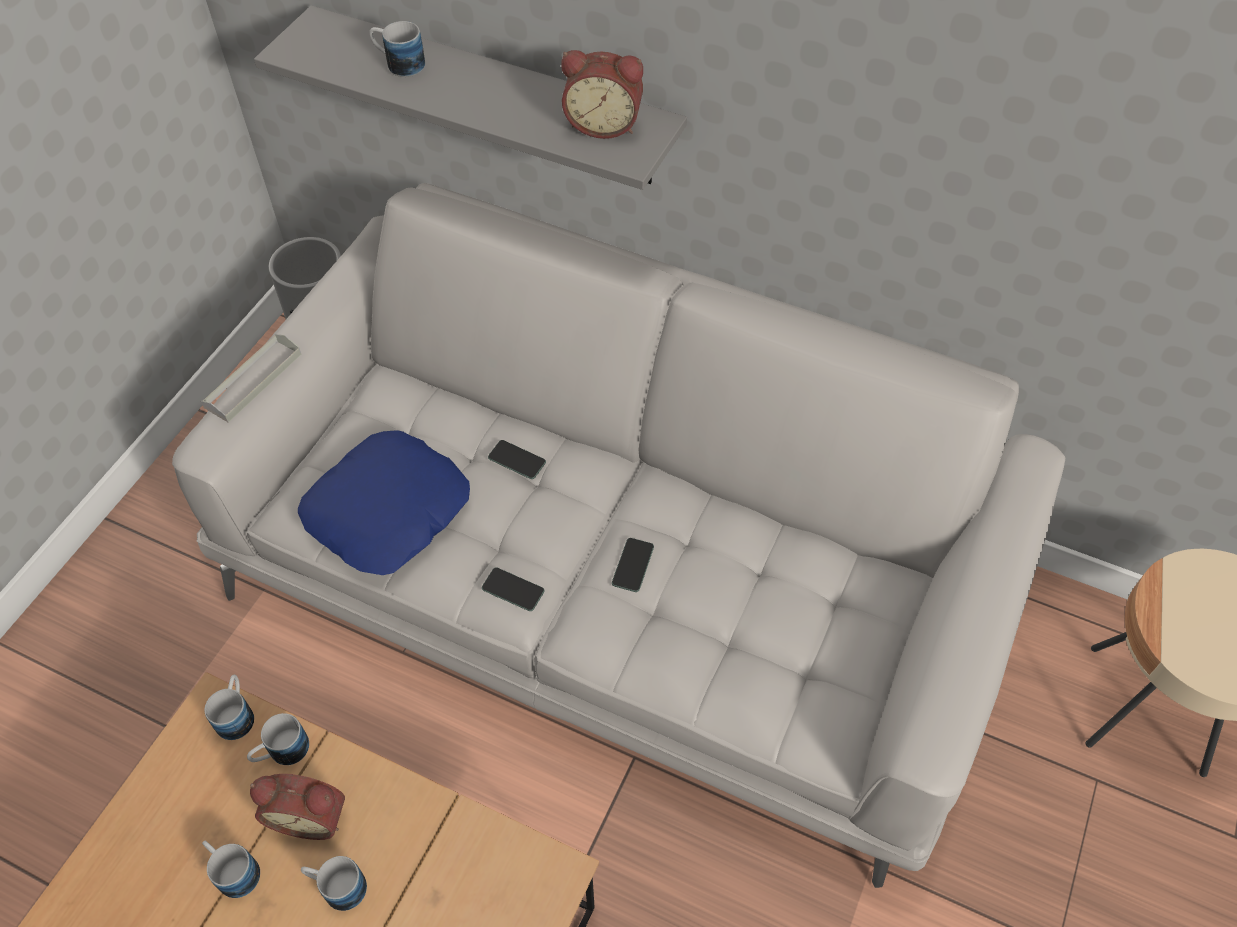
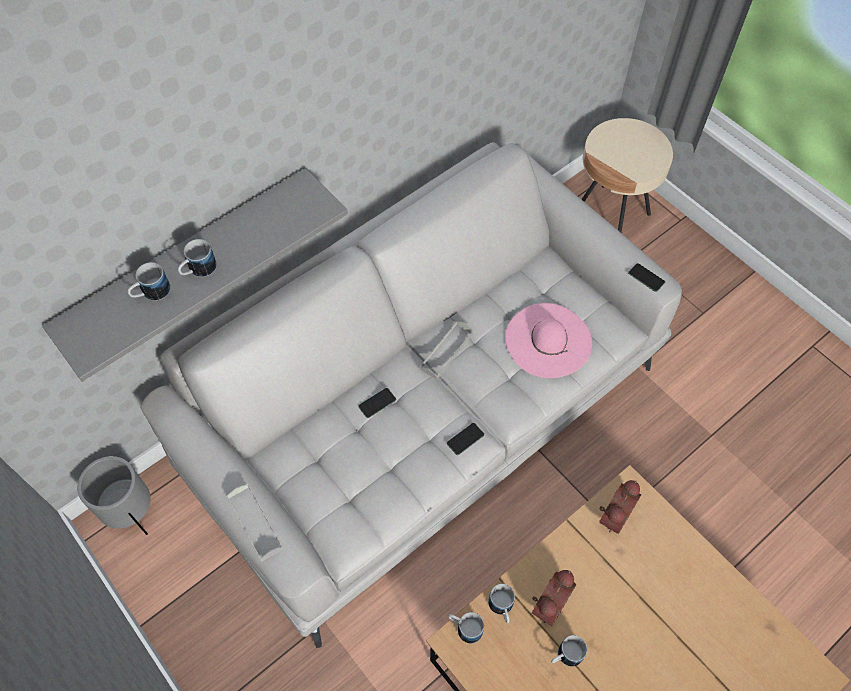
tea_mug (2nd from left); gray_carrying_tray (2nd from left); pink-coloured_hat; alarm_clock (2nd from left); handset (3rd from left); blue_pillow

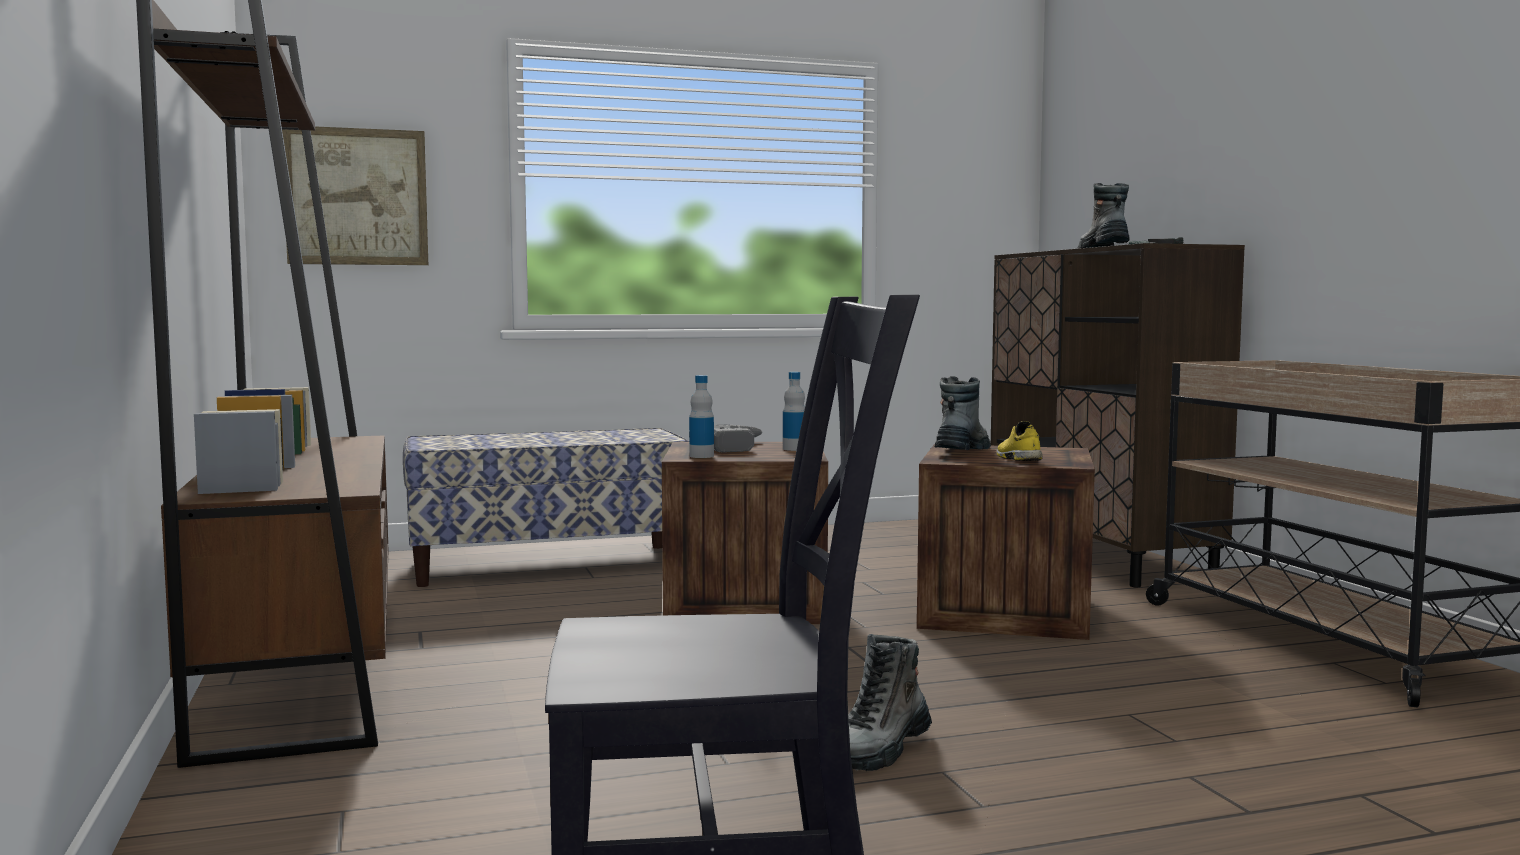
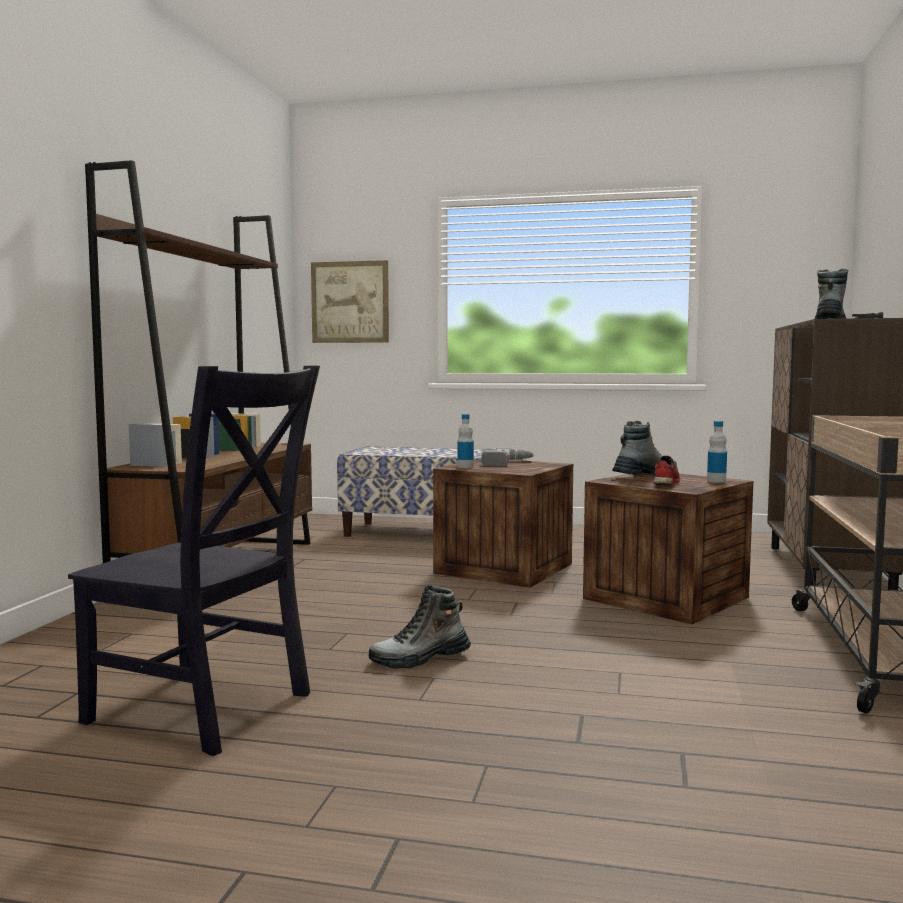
red_item_of_footwear; bottle (2nd from left)

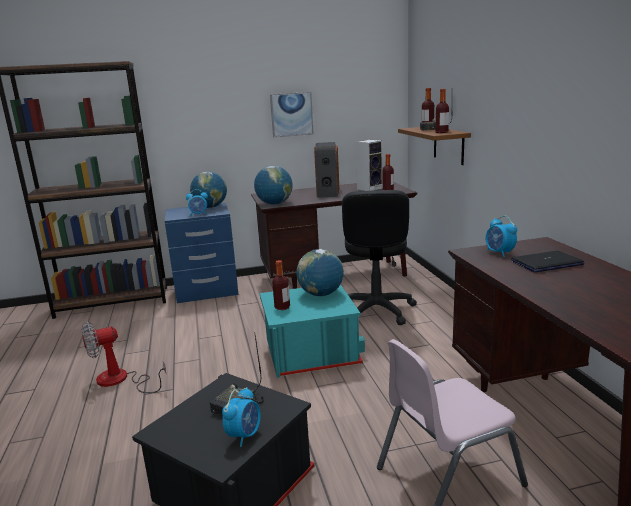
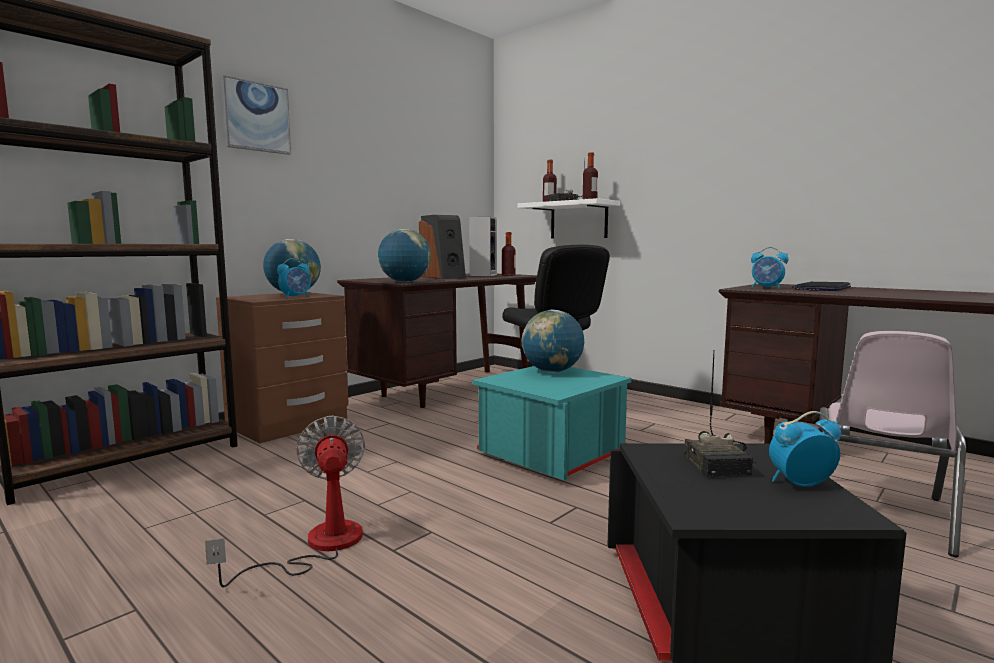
electric_fan; brown-coloured_nightstand; picture; white_wall_shelf; alarm_clock (3rd from left); bottle (1st from left in the first image)

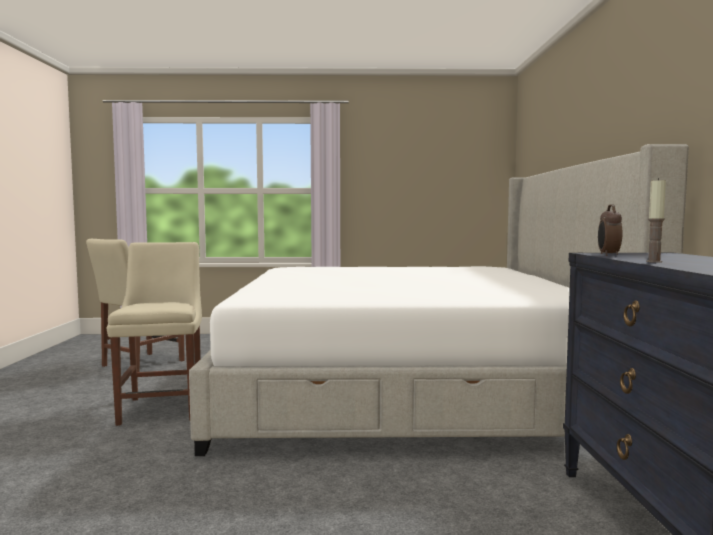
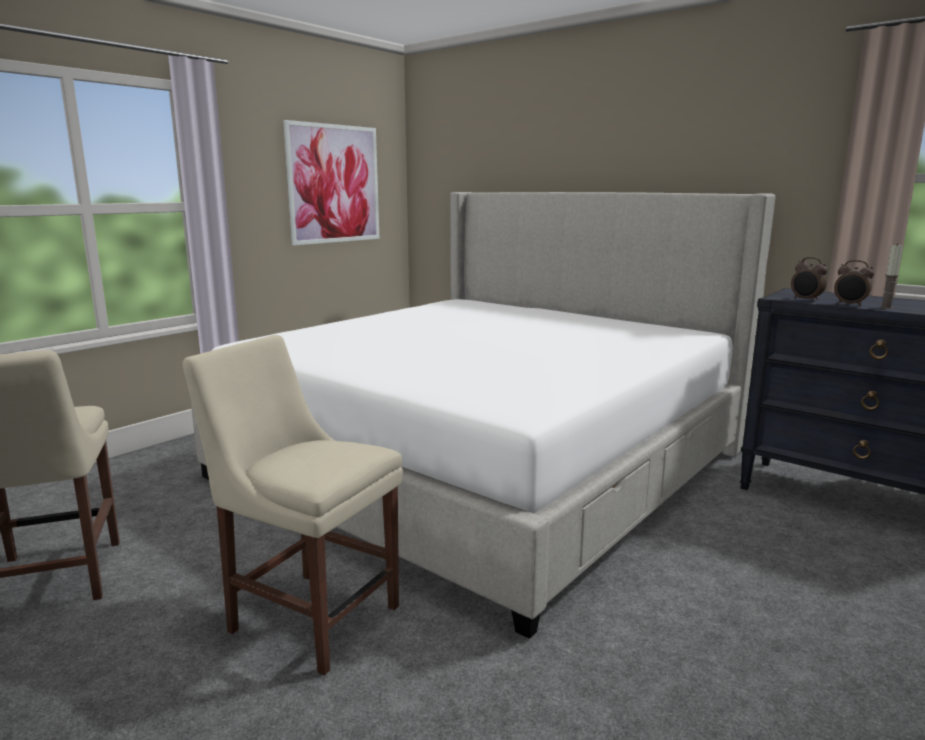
picture; alarm_clock (2nd from left)

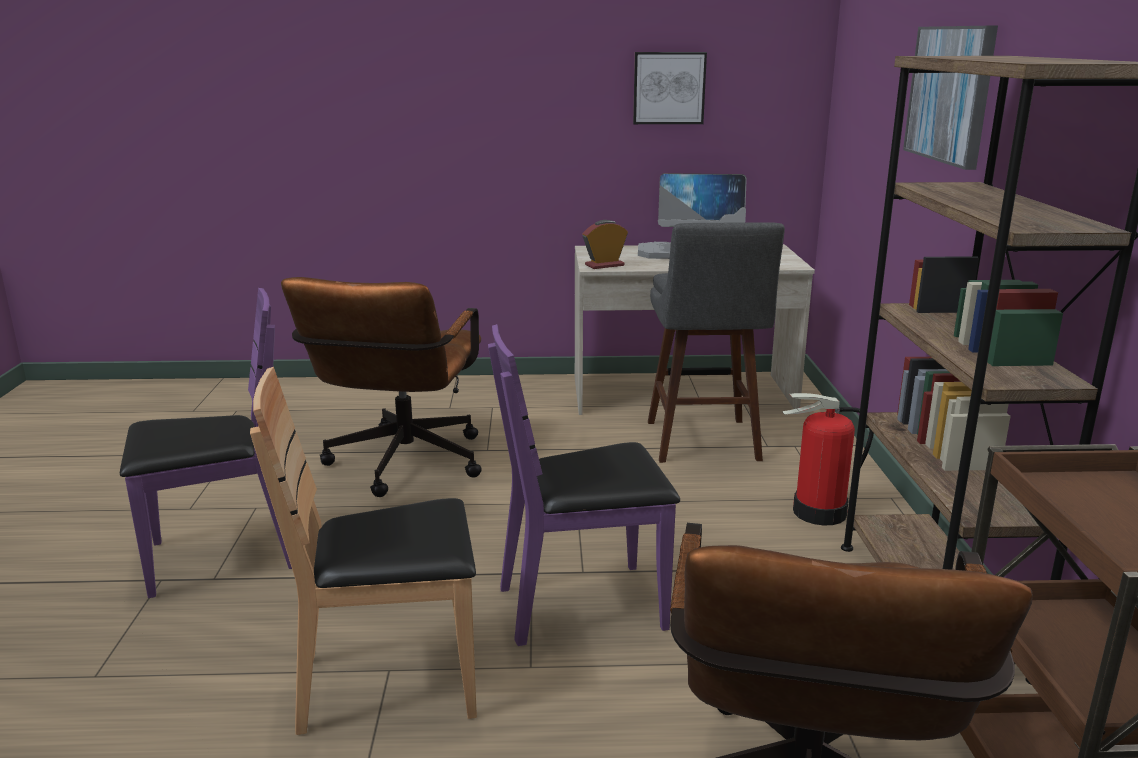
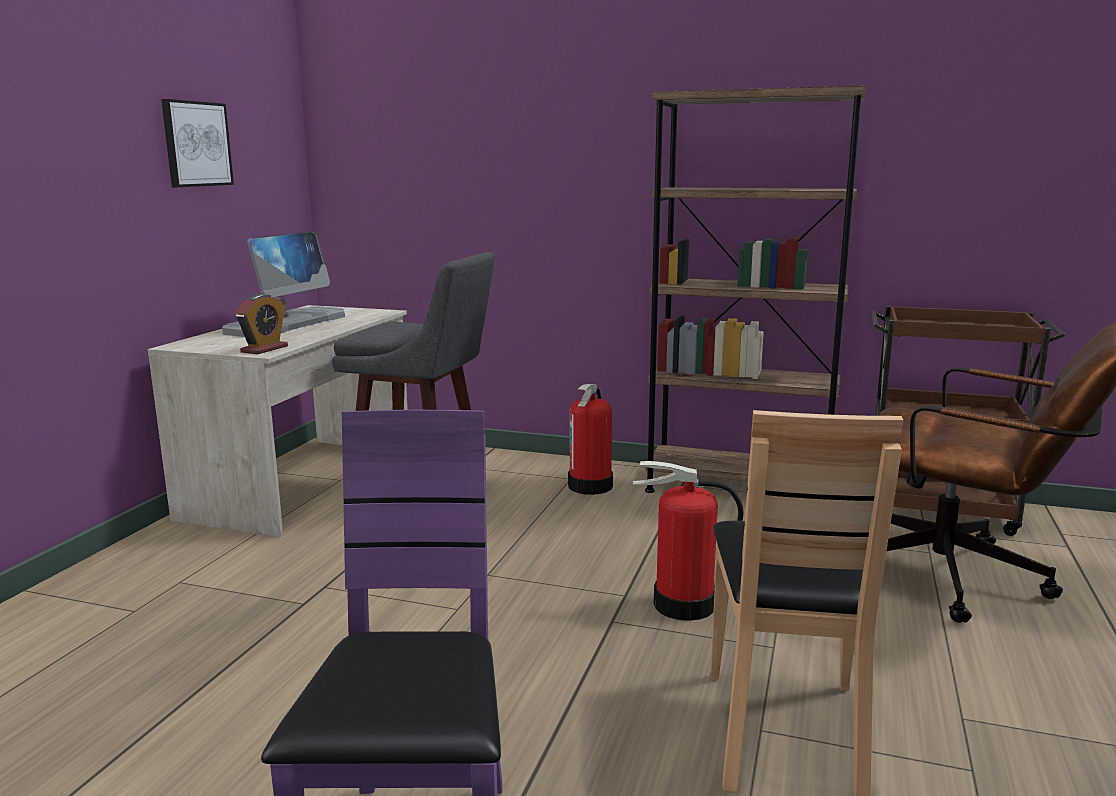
alarm_clock; fire_extinguisher (2nd from left); brown-coloured_computer_chair (1st from left in the first image); picture (2nd from left in the first image)

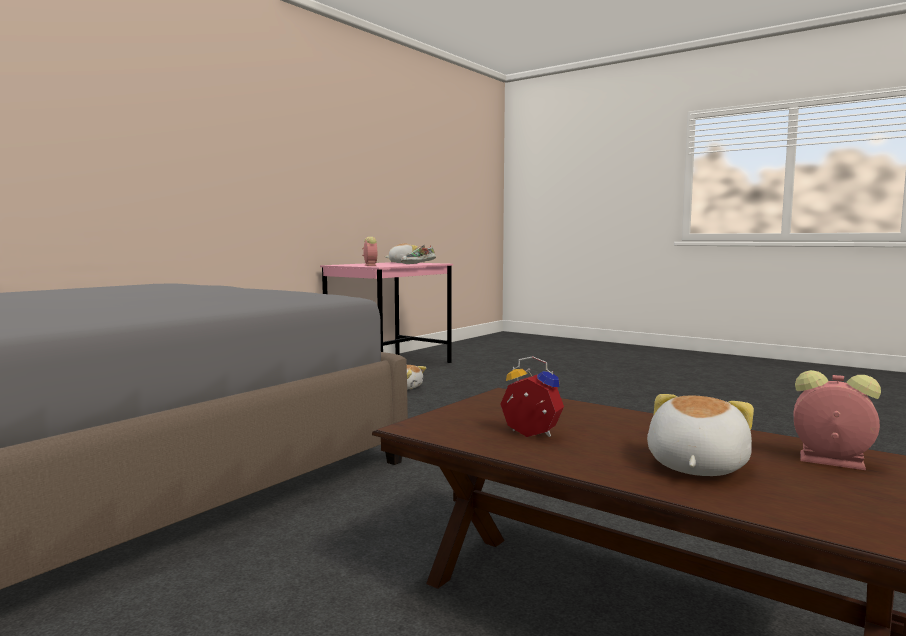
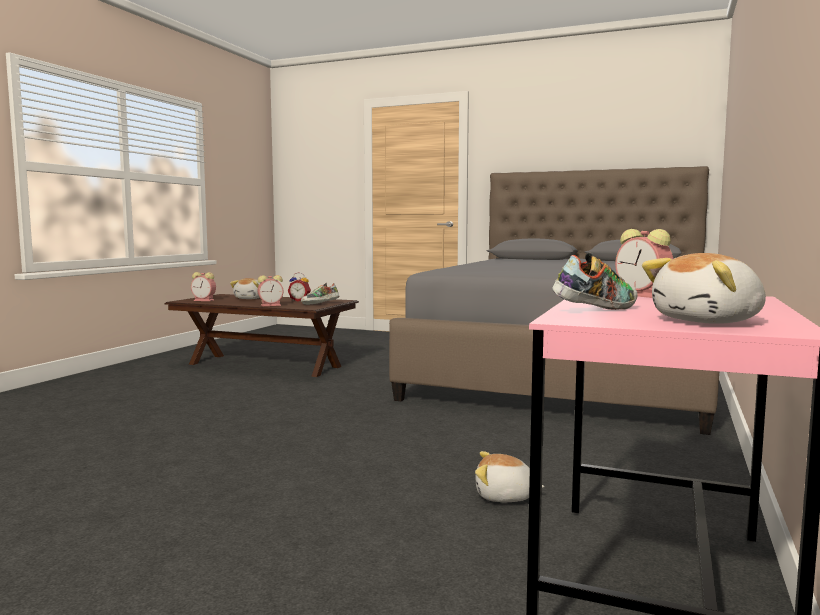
alarm_clock (2nd from left); item_of_footwear (1st from left)

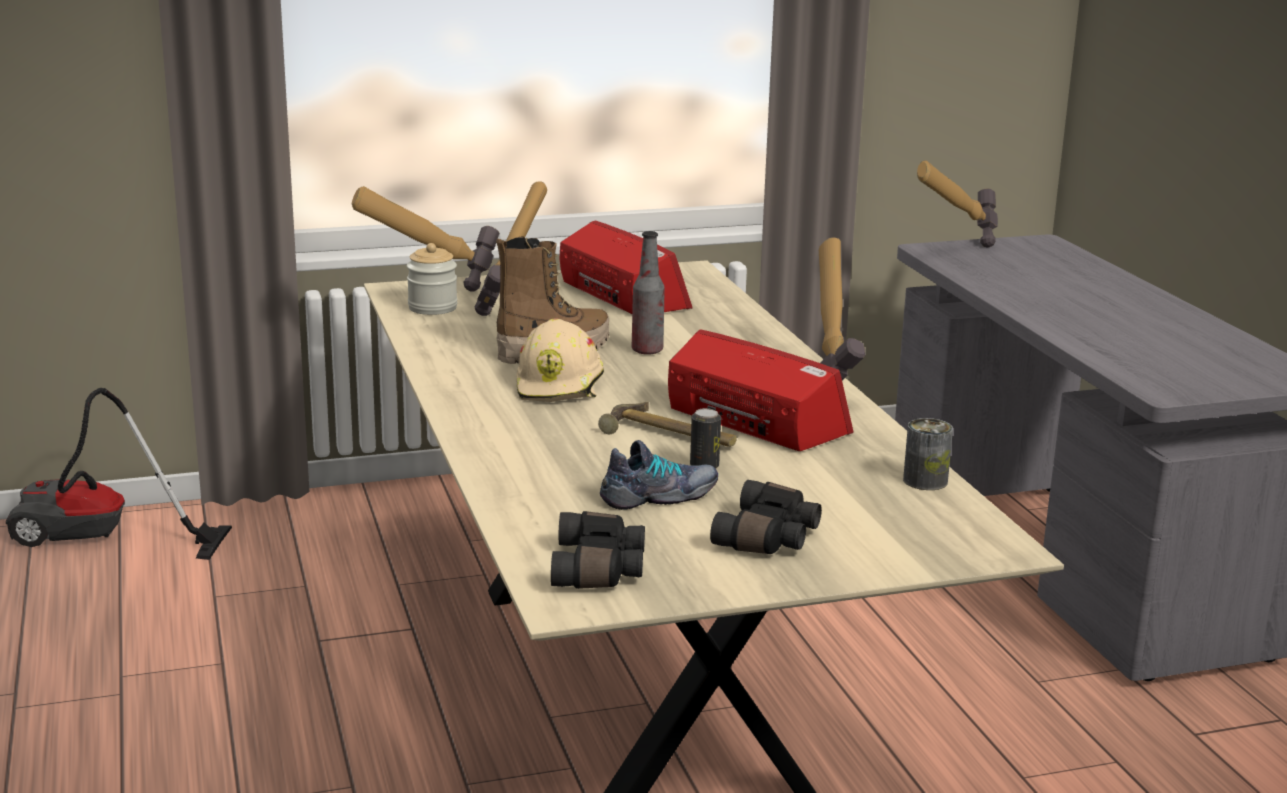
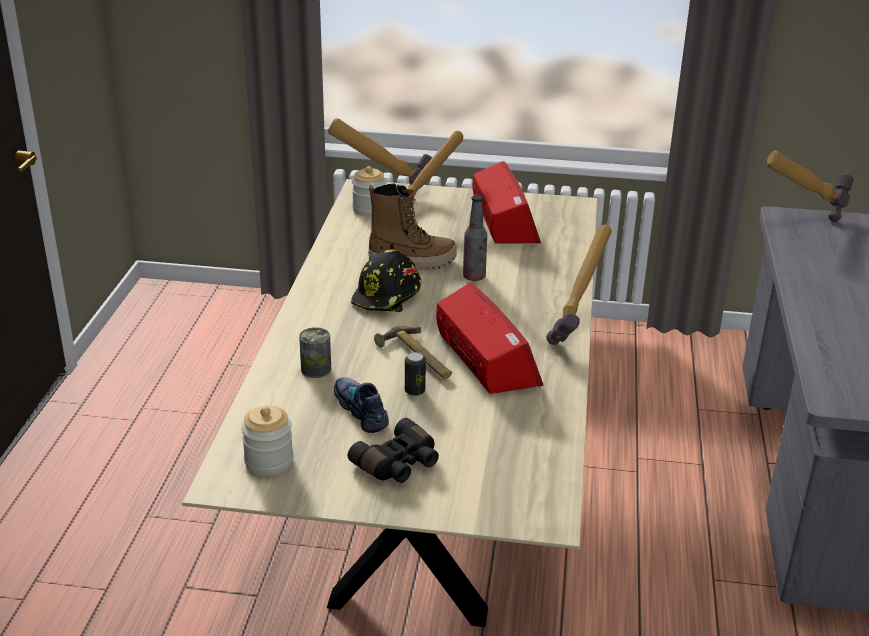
storage_jar (1st from left); metal_can (1st from left); item_of_footwear; black-coloured_hard_hat; vacuum

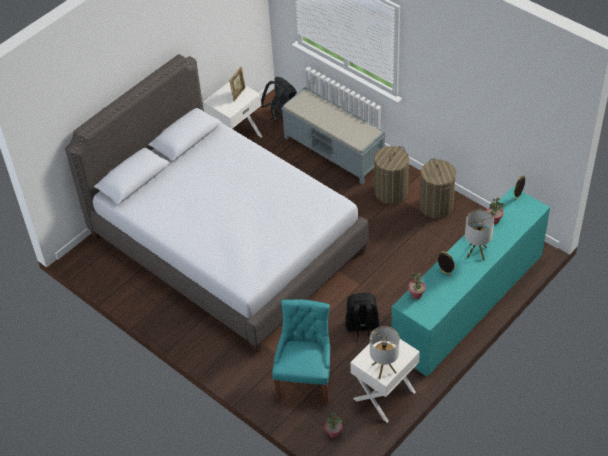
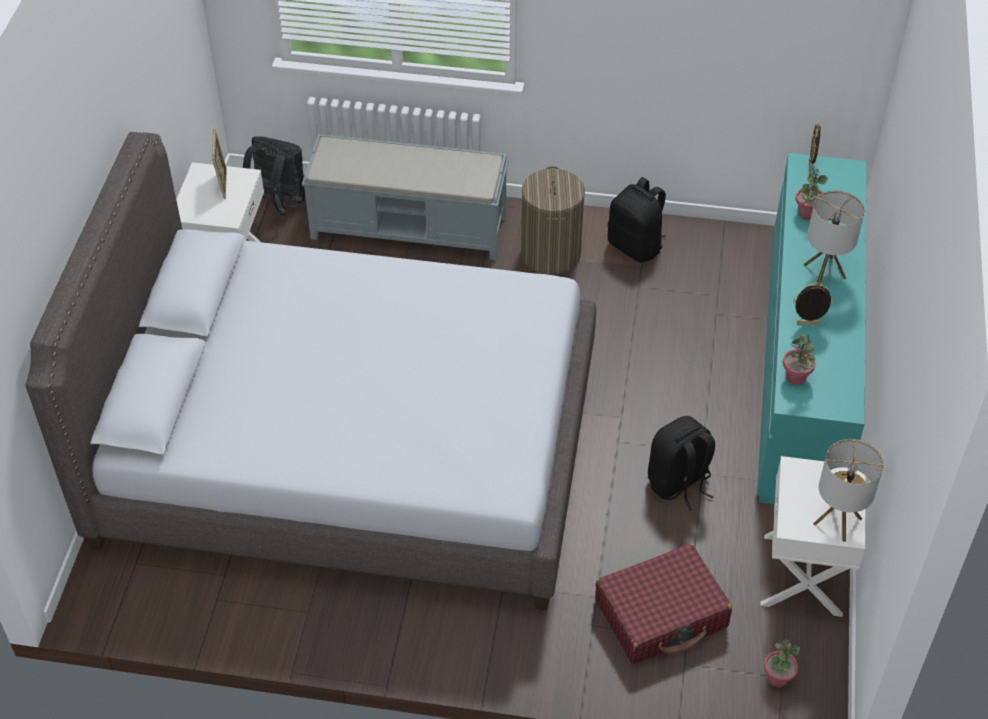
red_suitcase; black-coloured_rucksack (2nd from left)

